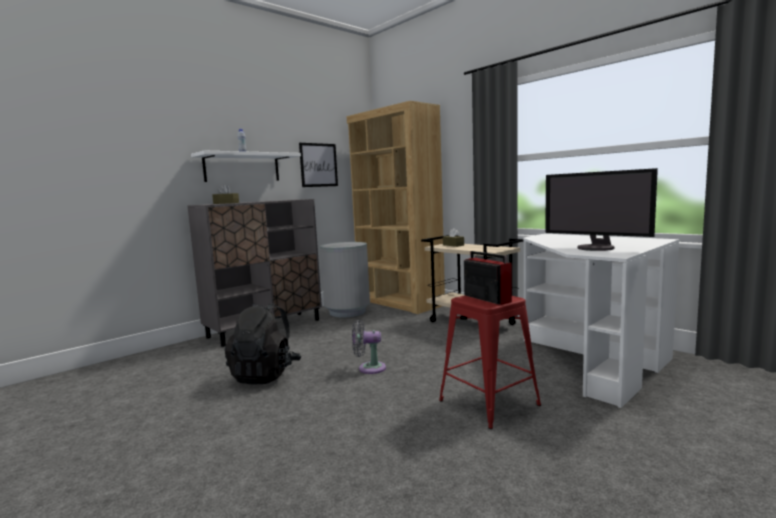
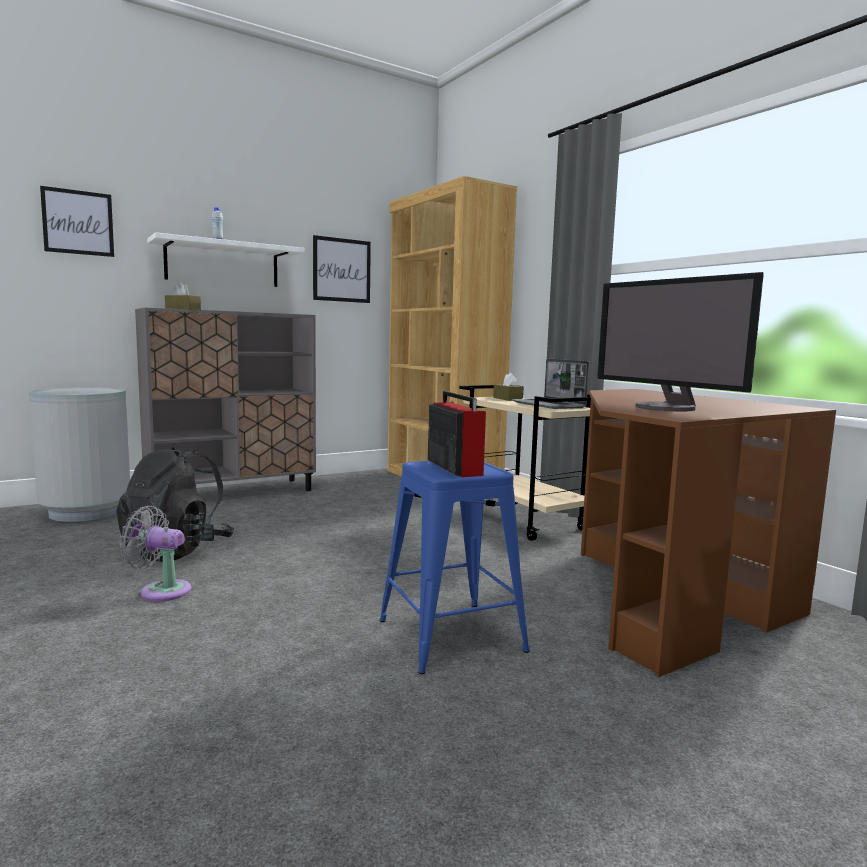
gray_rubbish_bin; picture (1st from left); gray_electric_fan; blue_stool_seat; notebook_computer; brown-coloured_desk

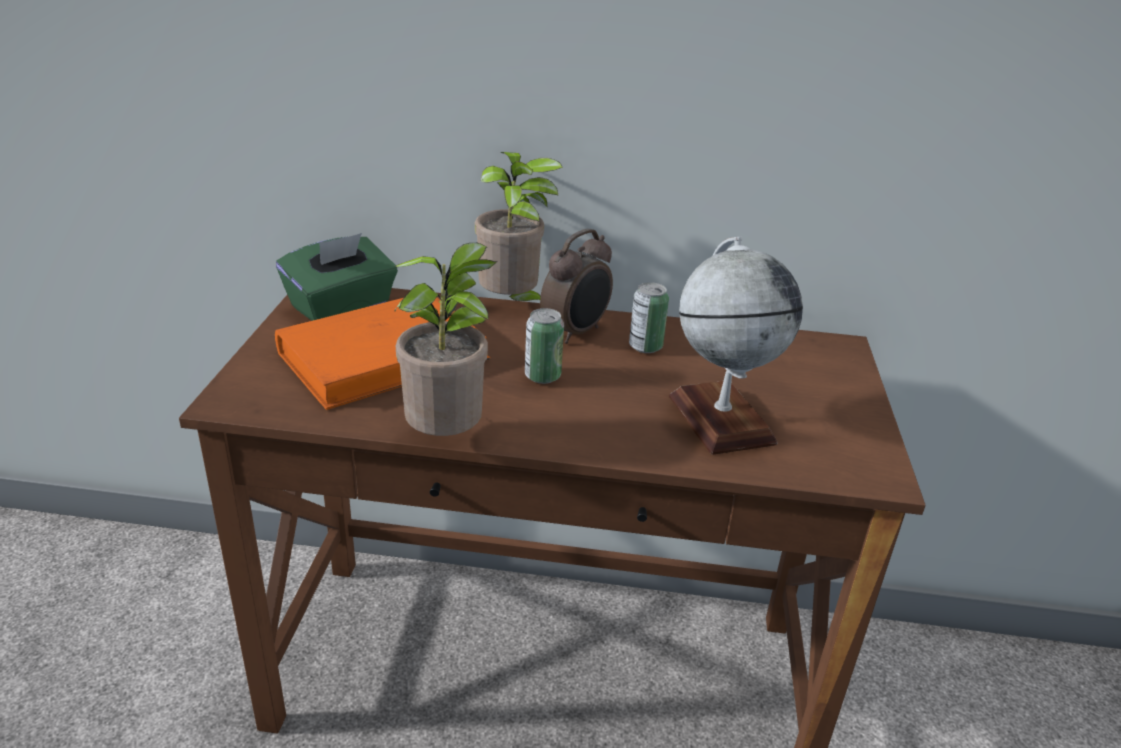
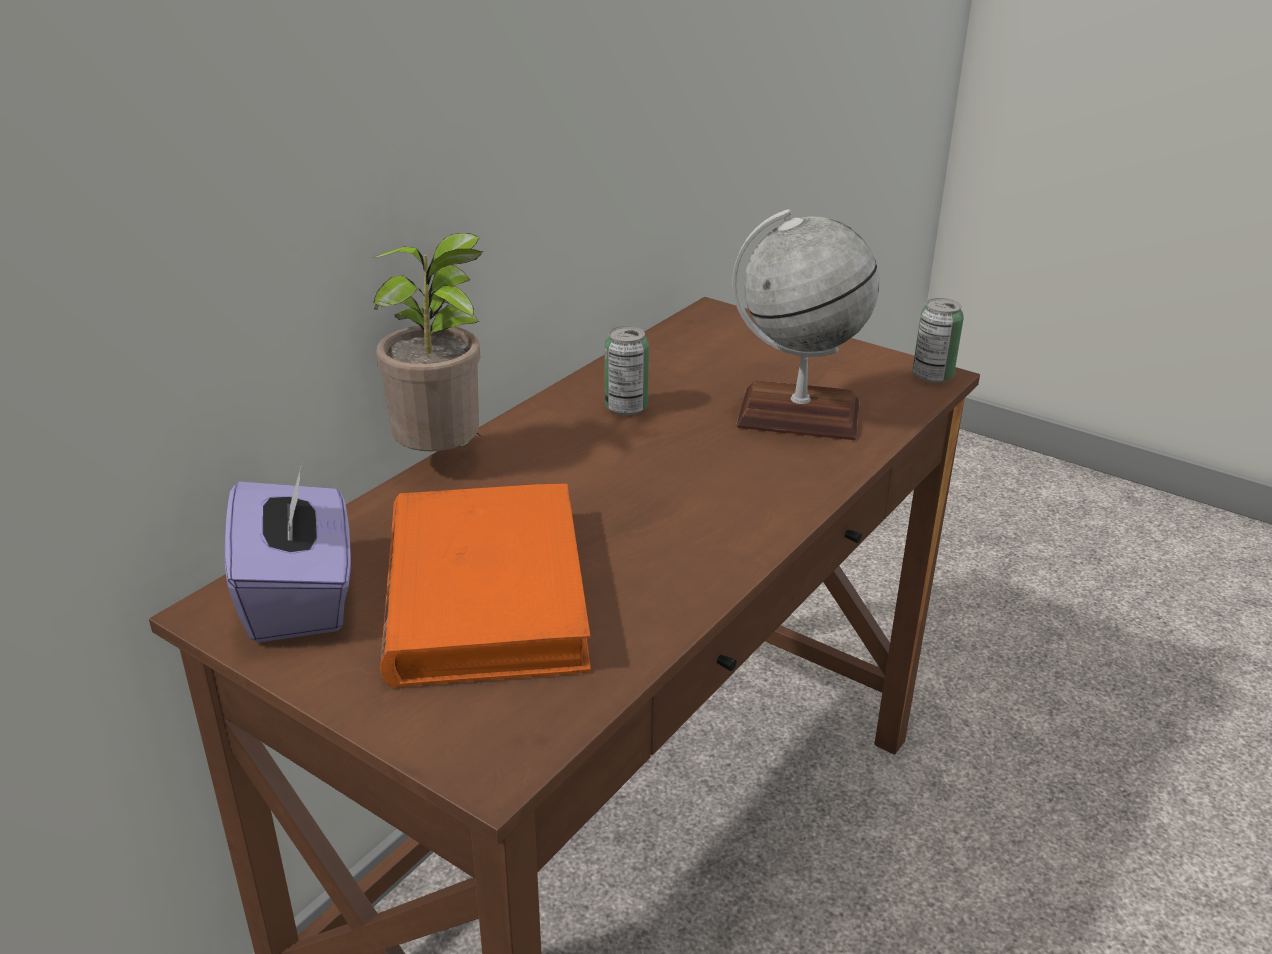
purple_box_of_tissues; metal_can (2nd from left); houseplant (1st from left in the first image); alarm_clock

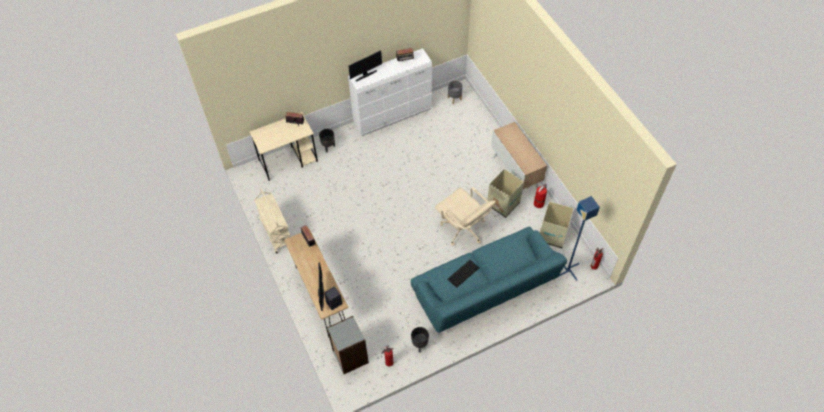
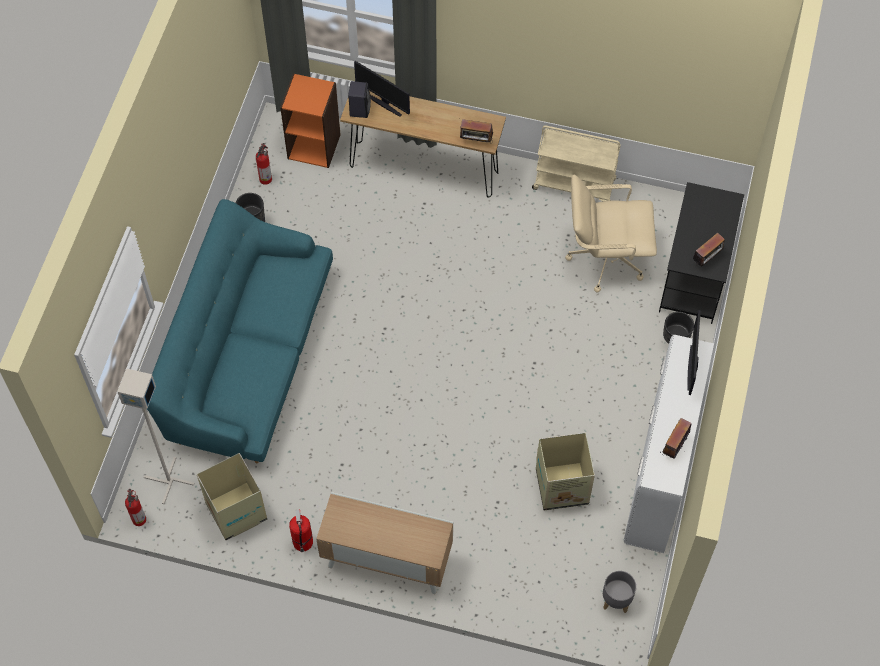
gray_standing_lamp; orange-coloured_shelving_unit; packing_box (2nd from left); beige_computer_chair; black-coloured_desk; keyboard

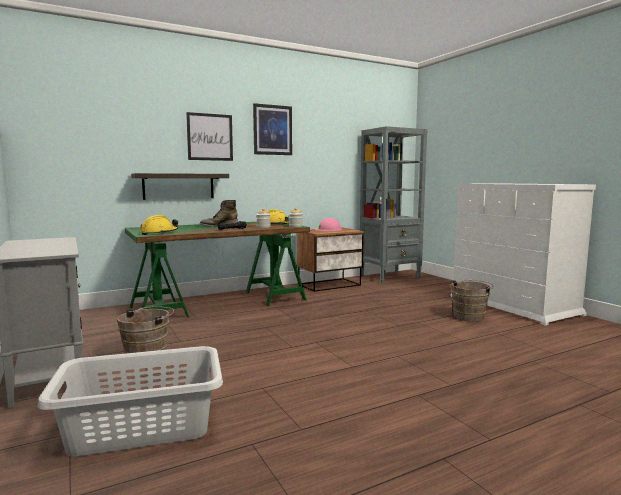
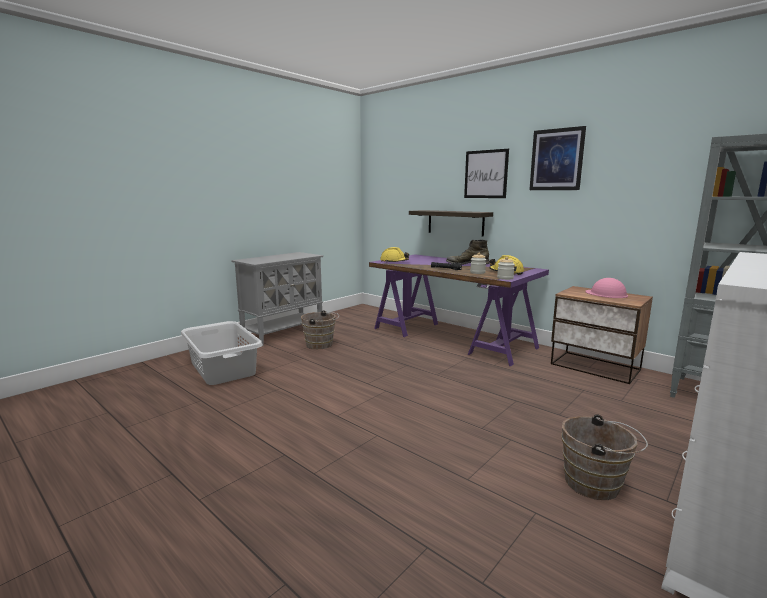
purple_desk

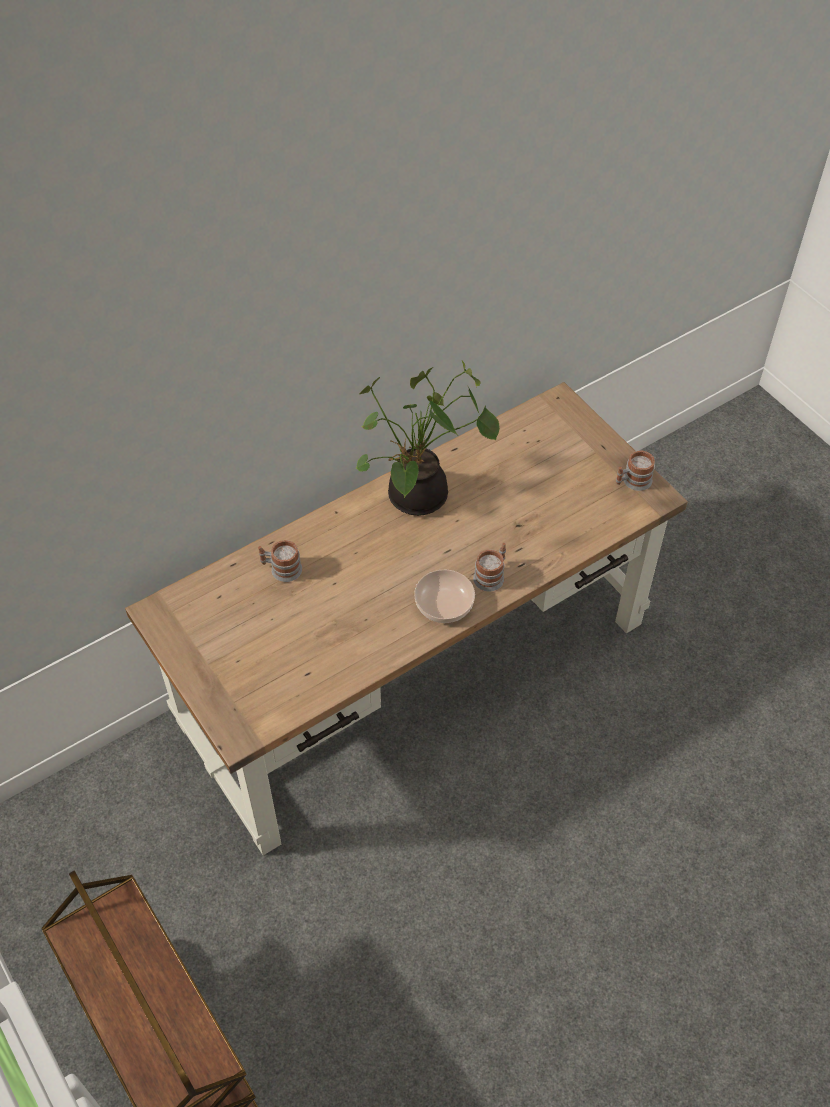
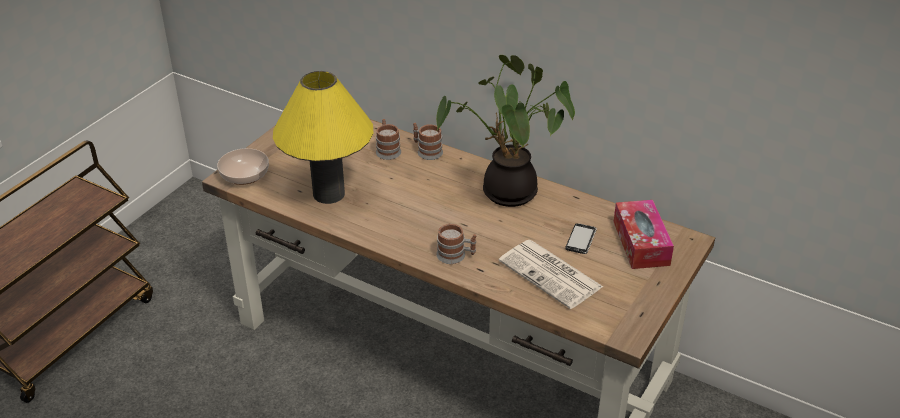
deep_dish; yellowish_table_lamp; tea_mug (2nd from left); daily_paper; handset; box_of_tissues

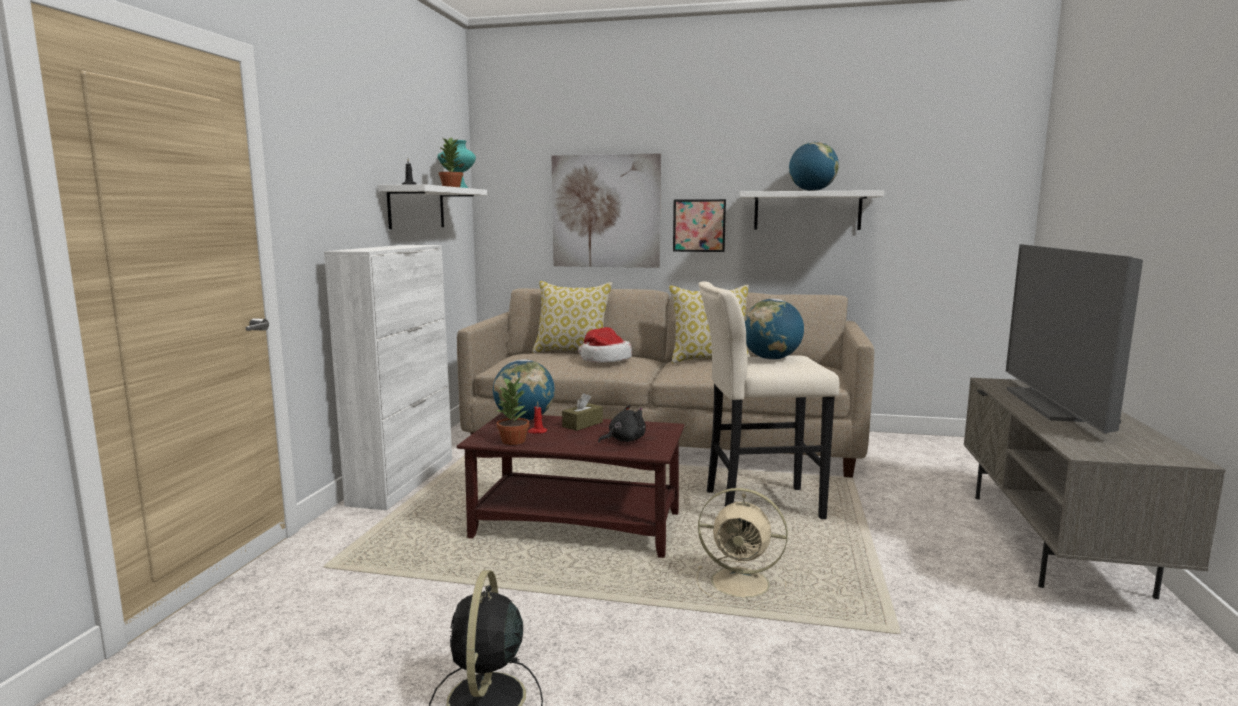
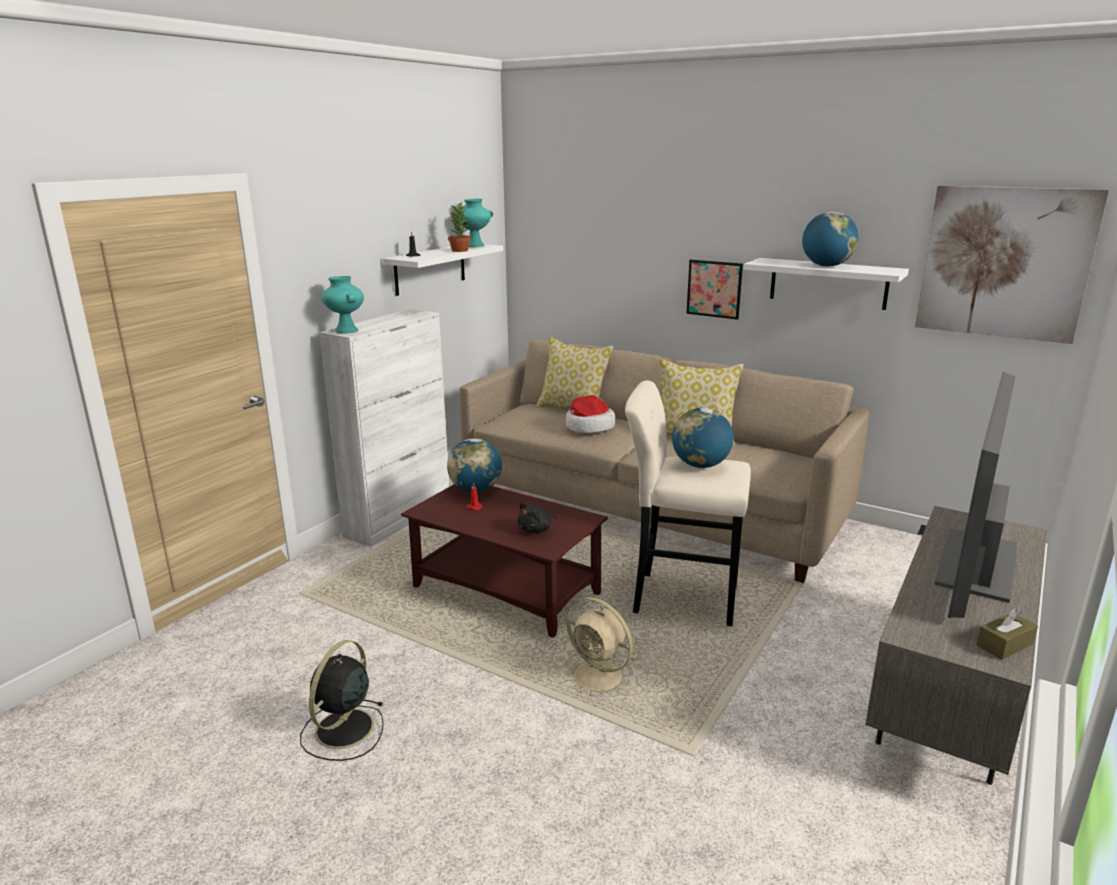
turquoise_decorative_vase (1st from left); black-coloured_plush_toy; picture (2nd from left); brown-coloured_box_of_tissues; houseplant (2nd from left in the first image)

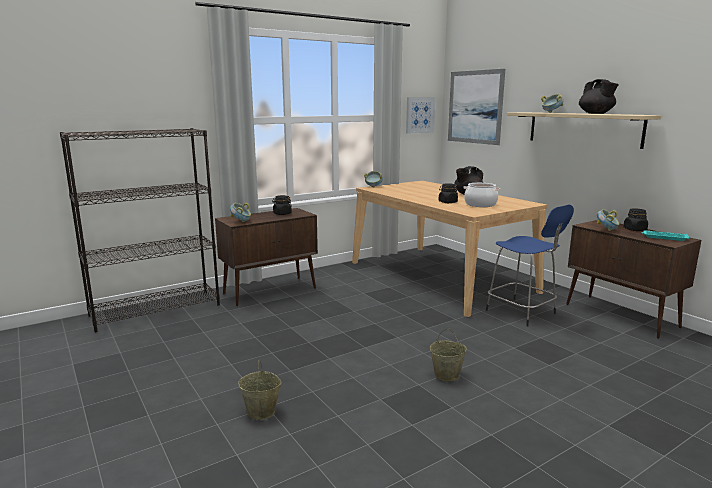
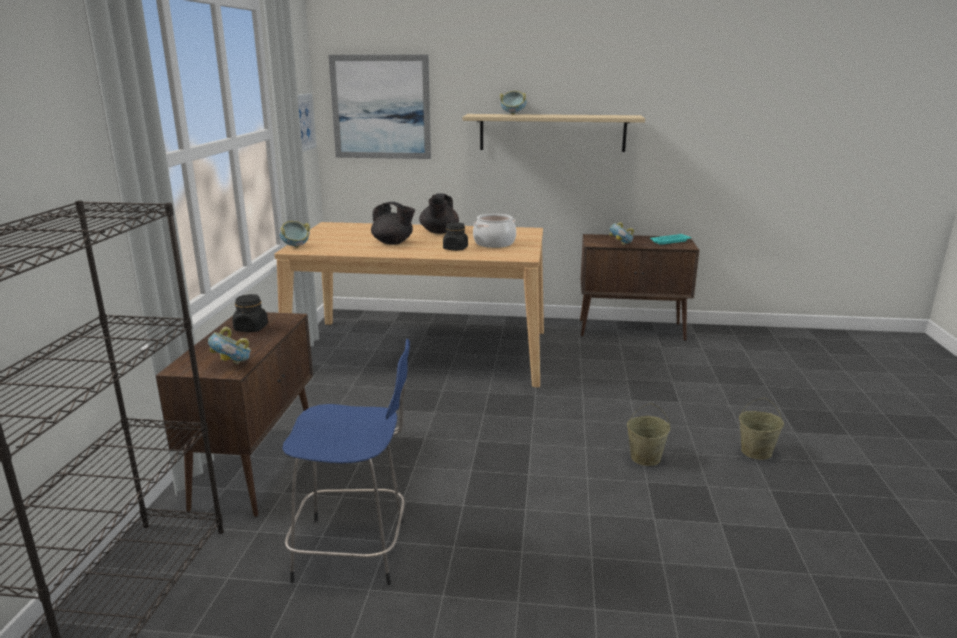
blue_stool_seat; black-coloured_tea_pot (1st from left); beige_bucket (2nd from left); black-coloured_storage_jar (3rd from left in the first image)

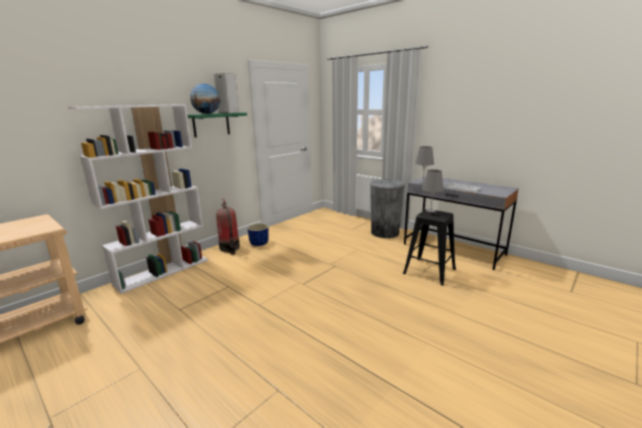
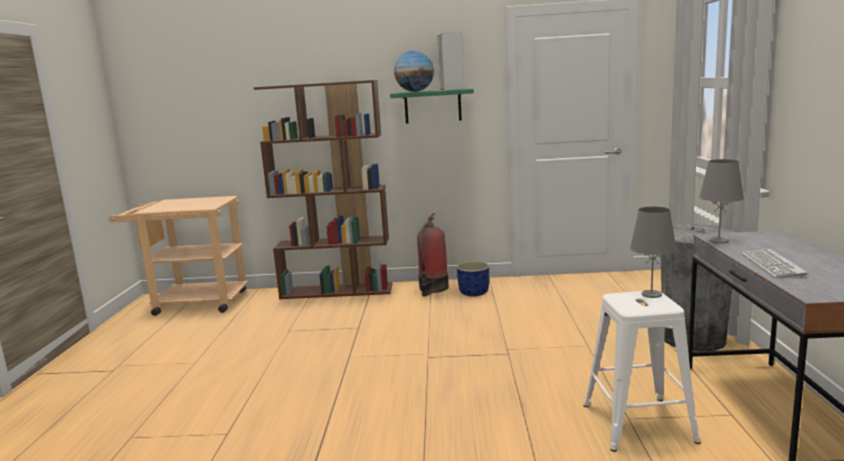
brown-coloured_shelving_unit; white_stool_seat

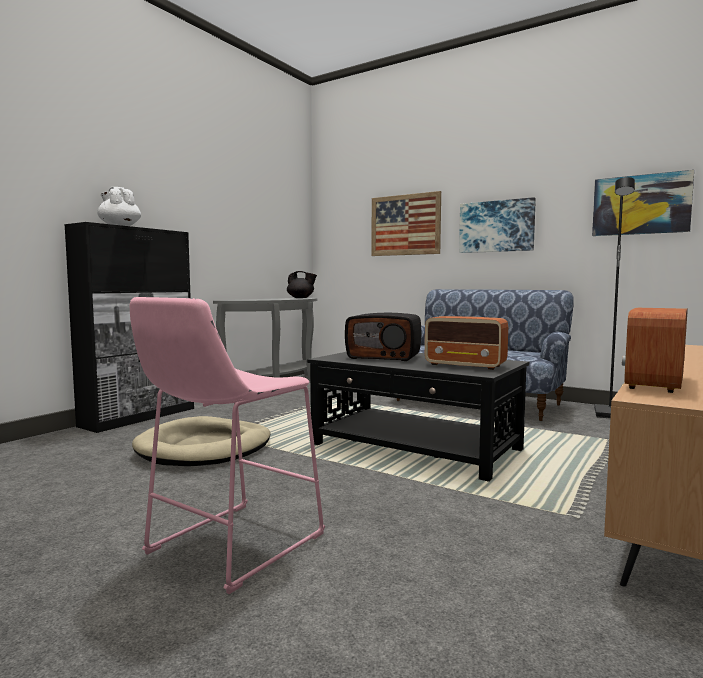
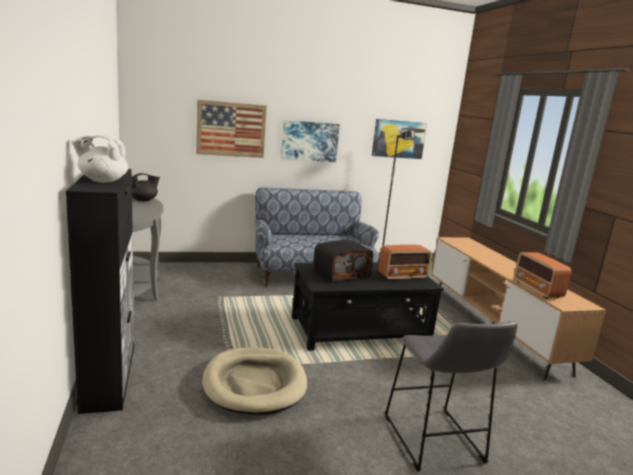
gray_stool_seat

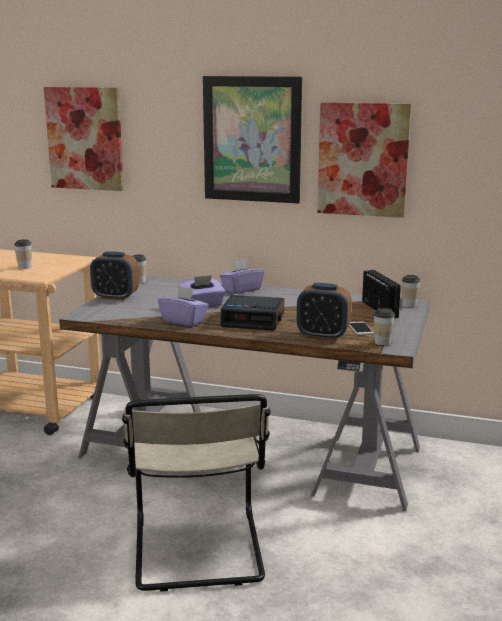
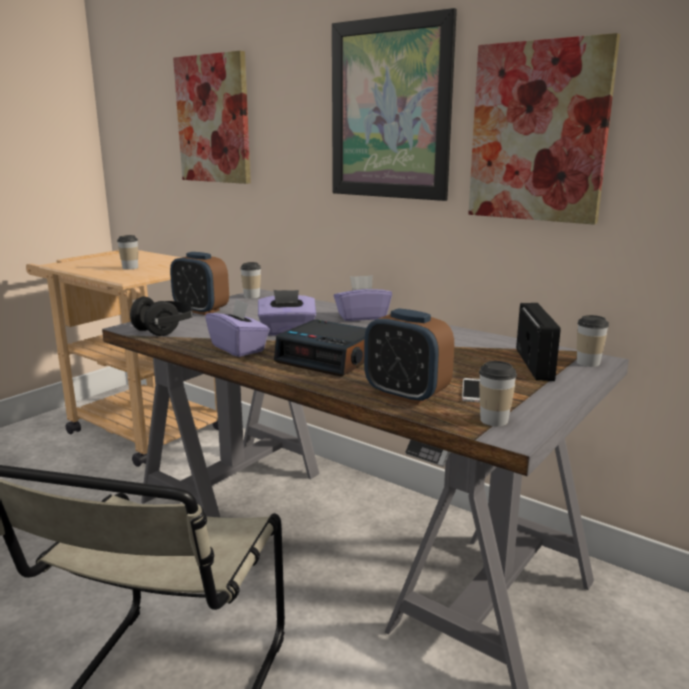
black-coloured_pair_of_headphones

